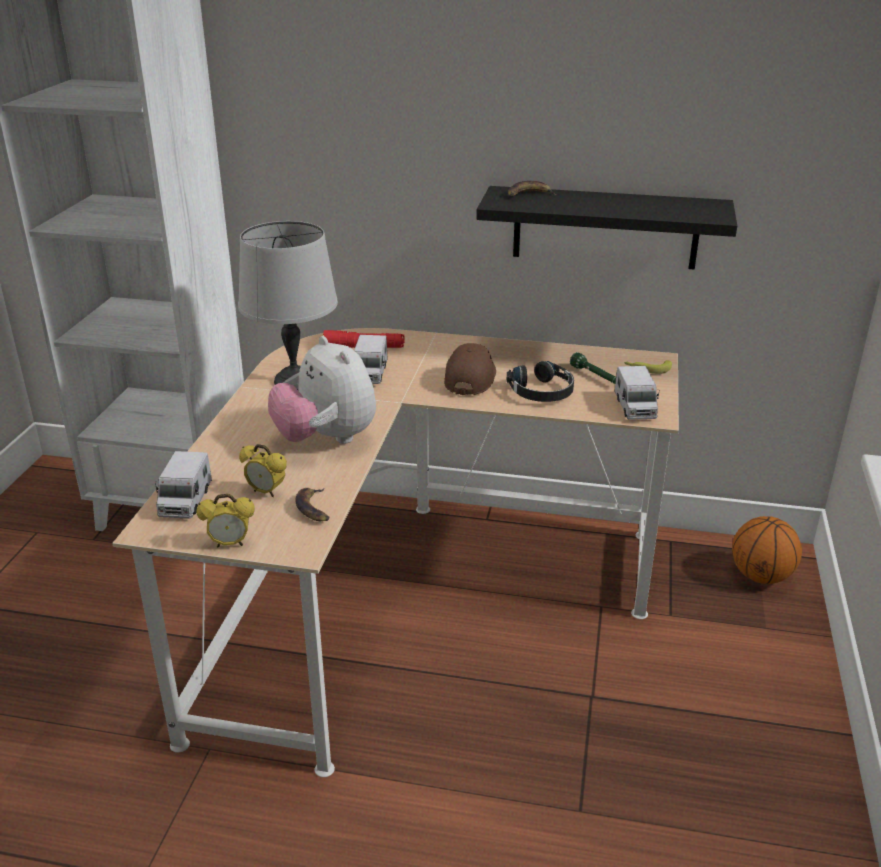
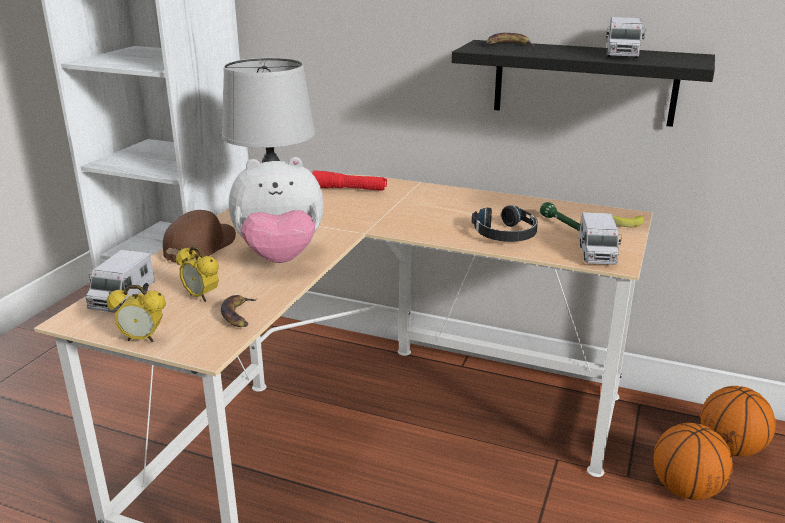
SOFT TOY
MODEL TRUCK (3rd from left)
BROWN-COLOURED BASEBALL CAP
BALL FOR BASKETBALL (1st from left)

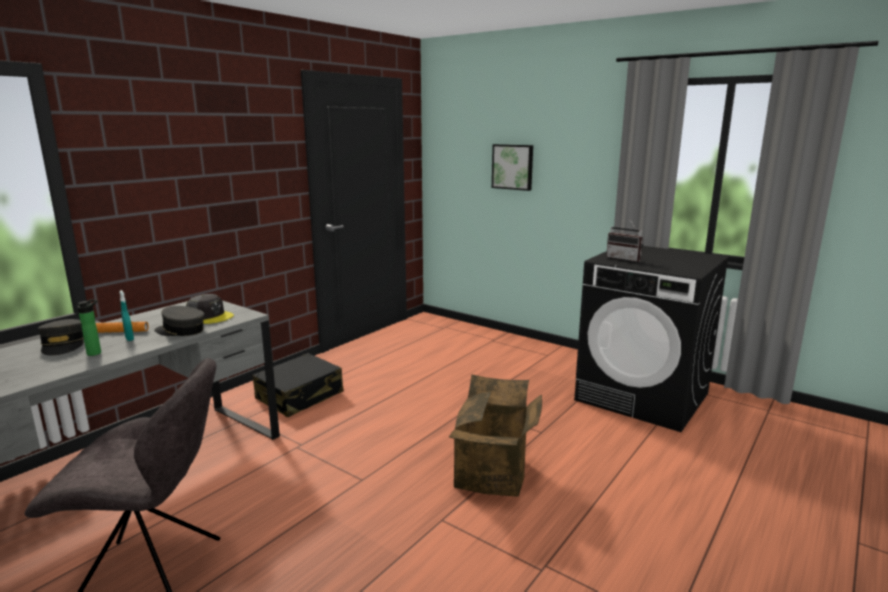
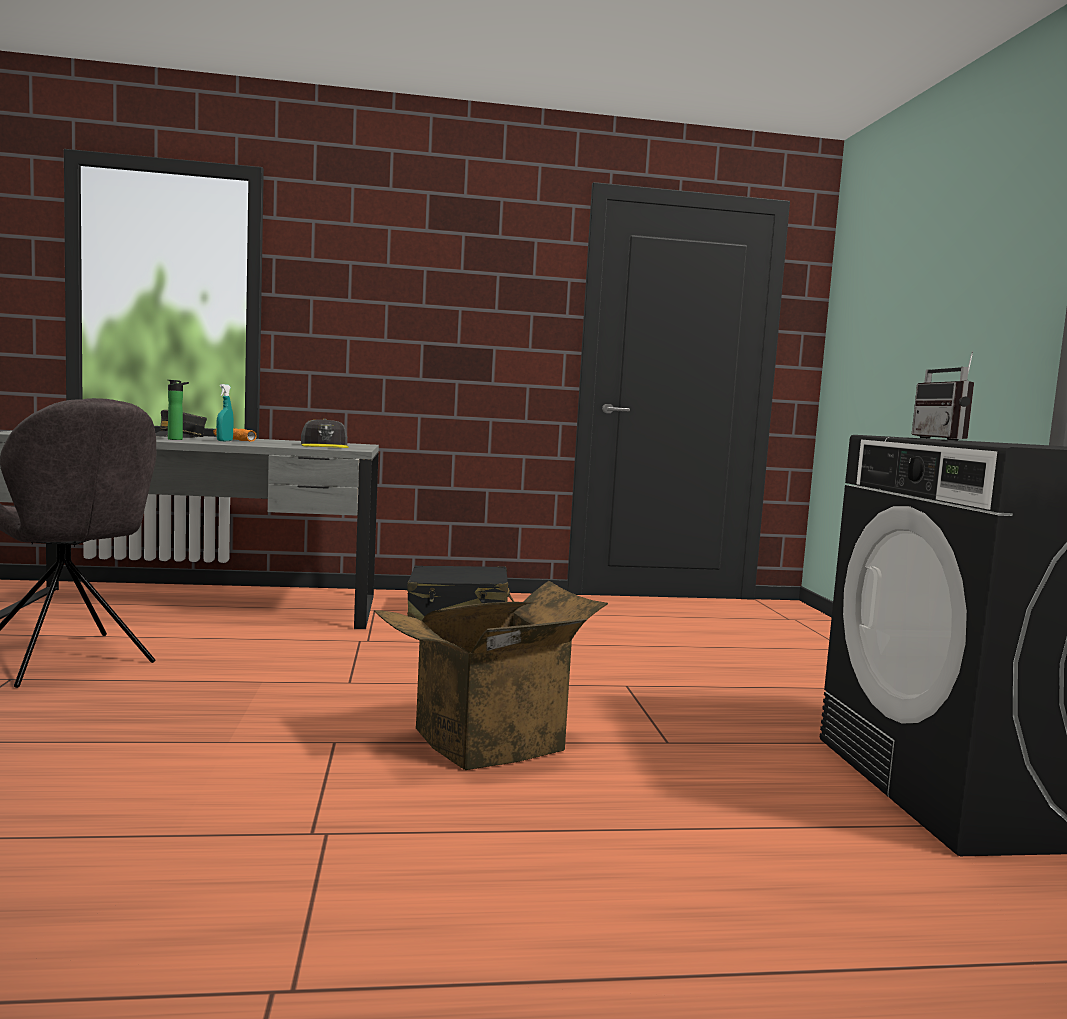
GREYISH BASEBALL CAP (2nd from left in the first image)
WALL PICTURE

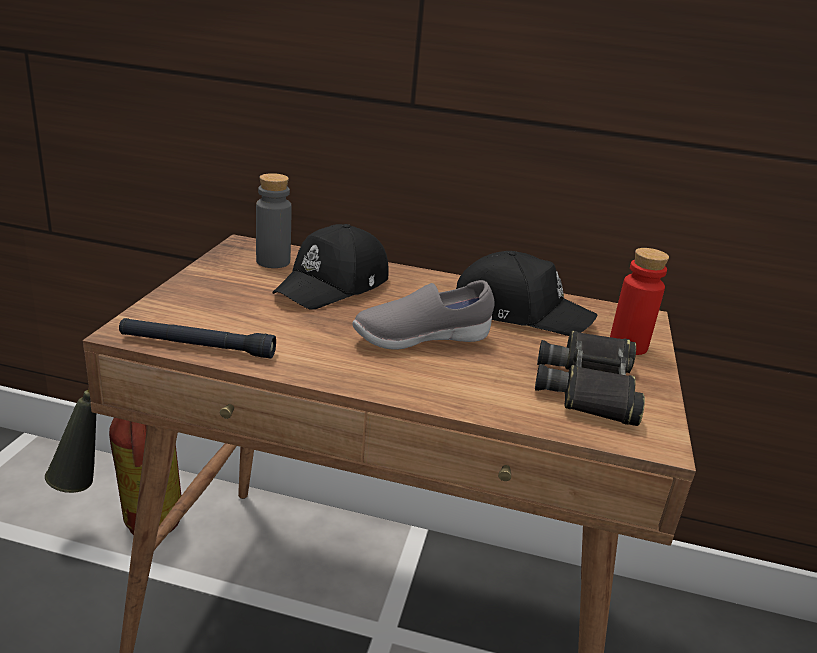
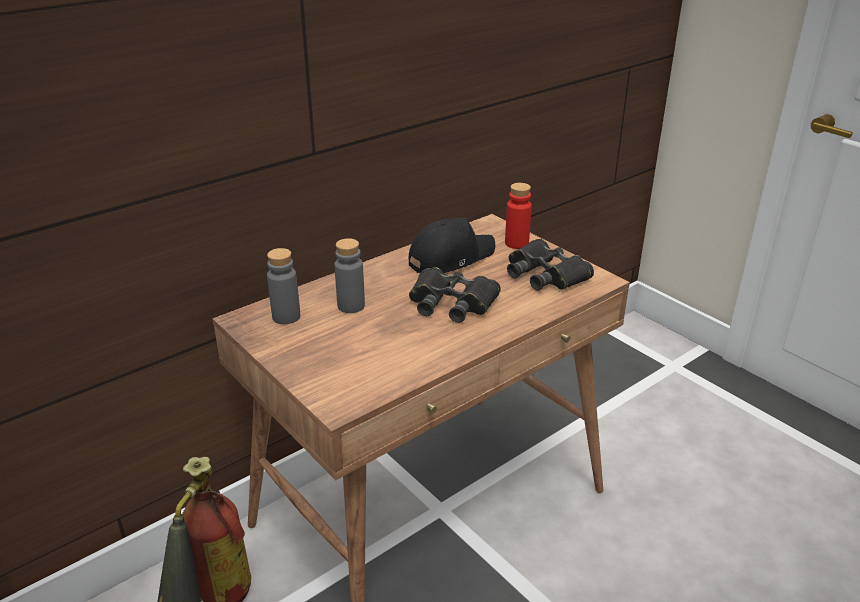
BLACK-COLOURED TORCH
GREYISH BOTTLE (2nd from left)
BLACK-COLOURED BINOCULARS (1st from left)

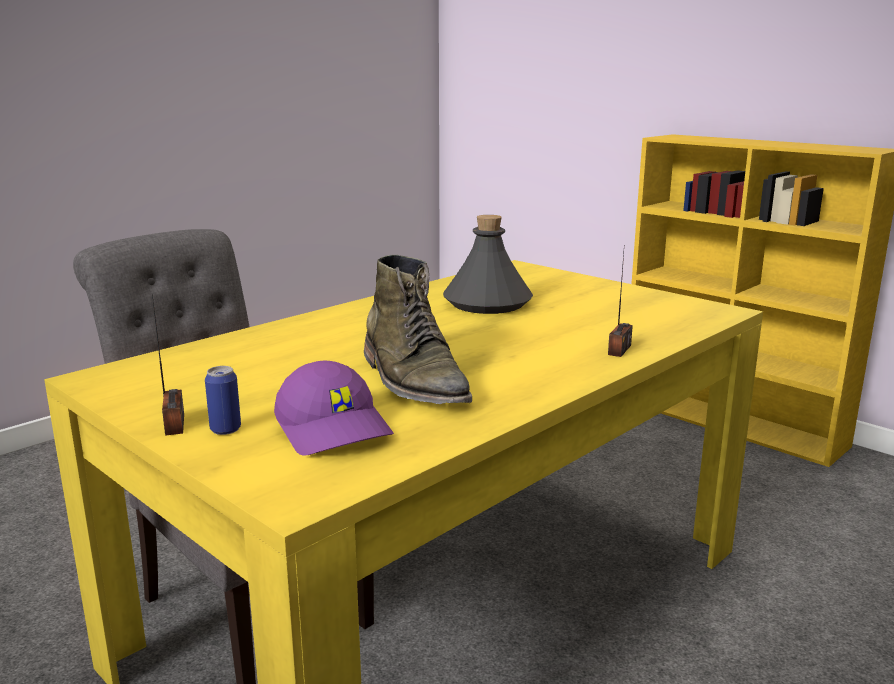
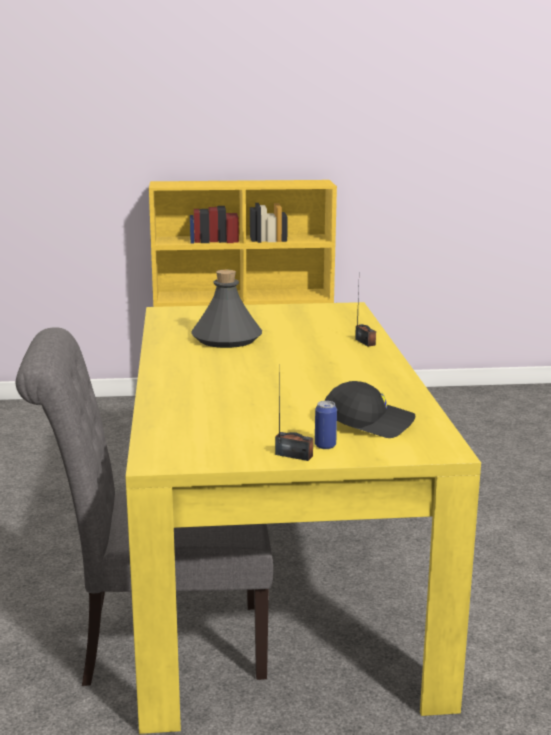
BLACK-COLOURED BASEBALL CAP
GREENISH BOOT

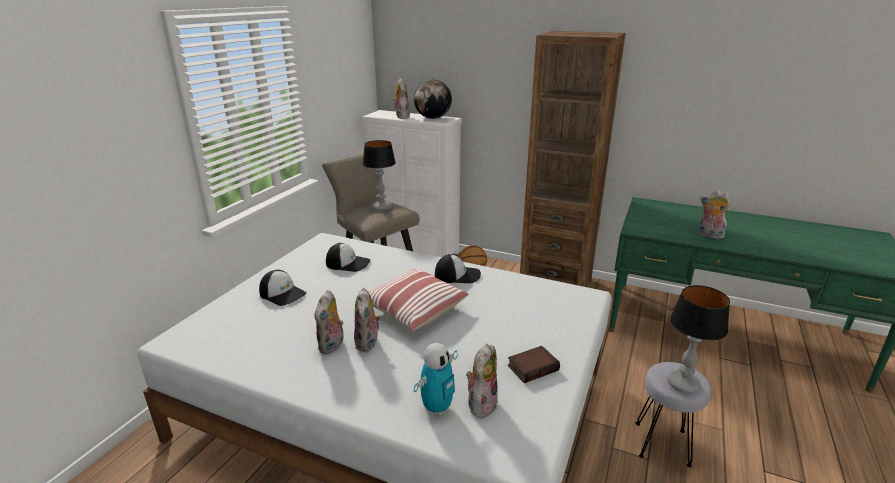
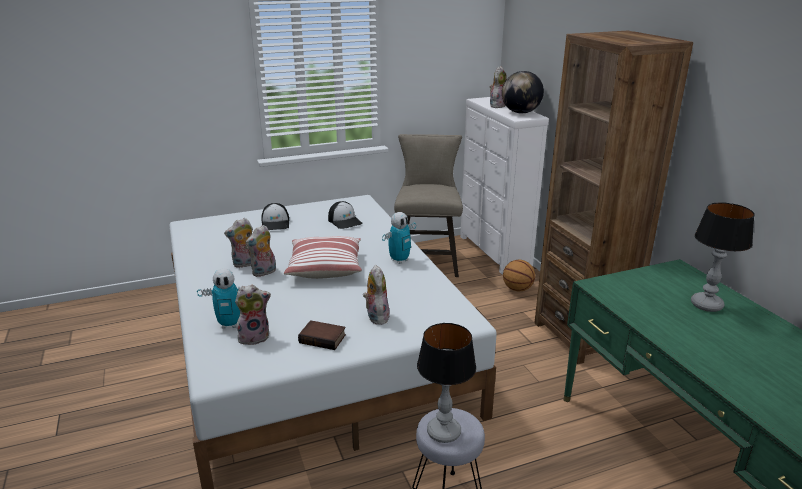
LAMP FOR A TABLE (2nd from left)
TOY ROBOT (2nd from left)
SOFT TOY (4th from left)

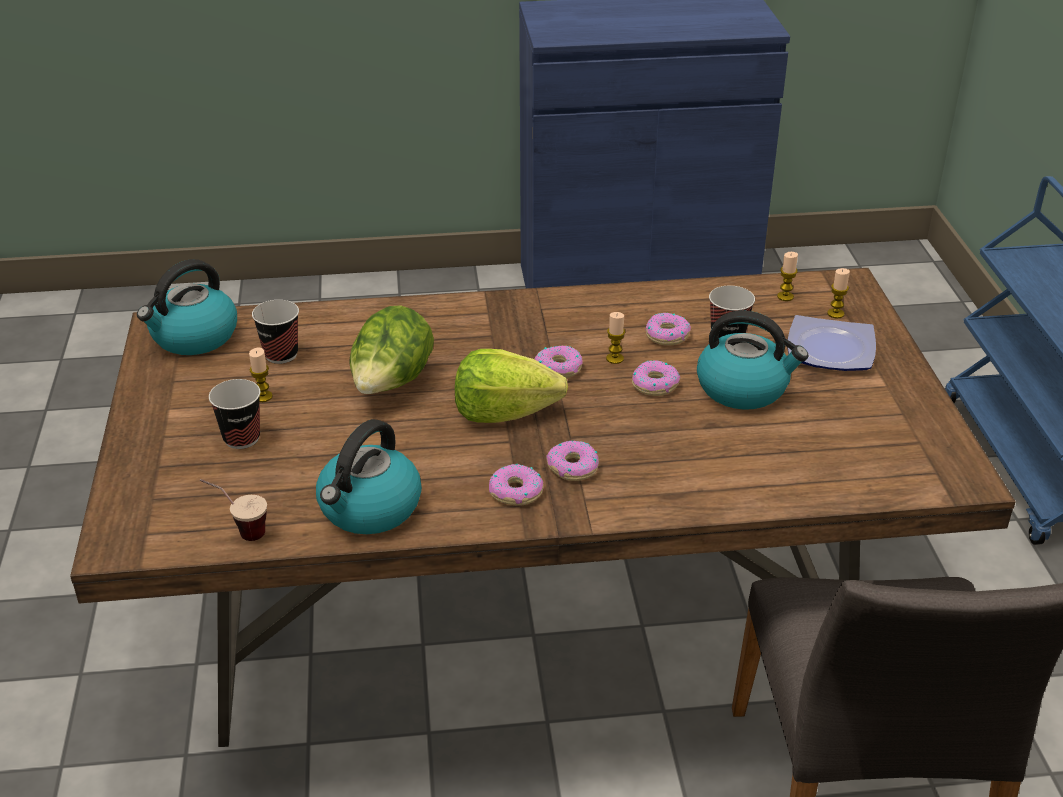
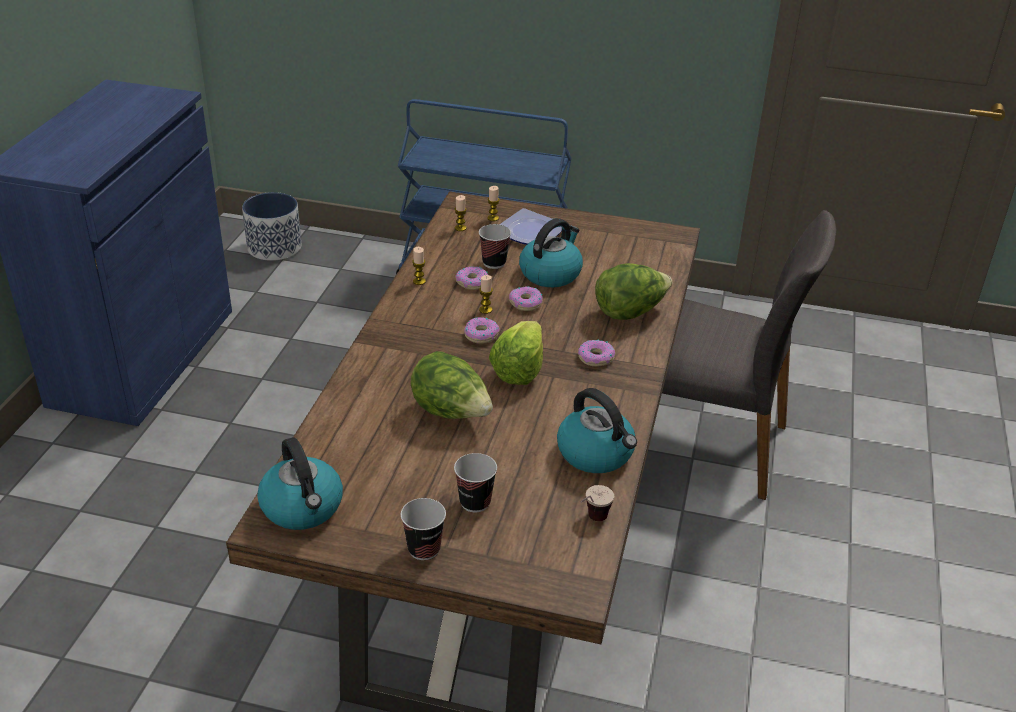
CANDLE (1st from left)
SMALL CUP (1st from left)
DONUT (1st from left in the first image)
PLANTER
LETTUCE HEAD (3rd from left)

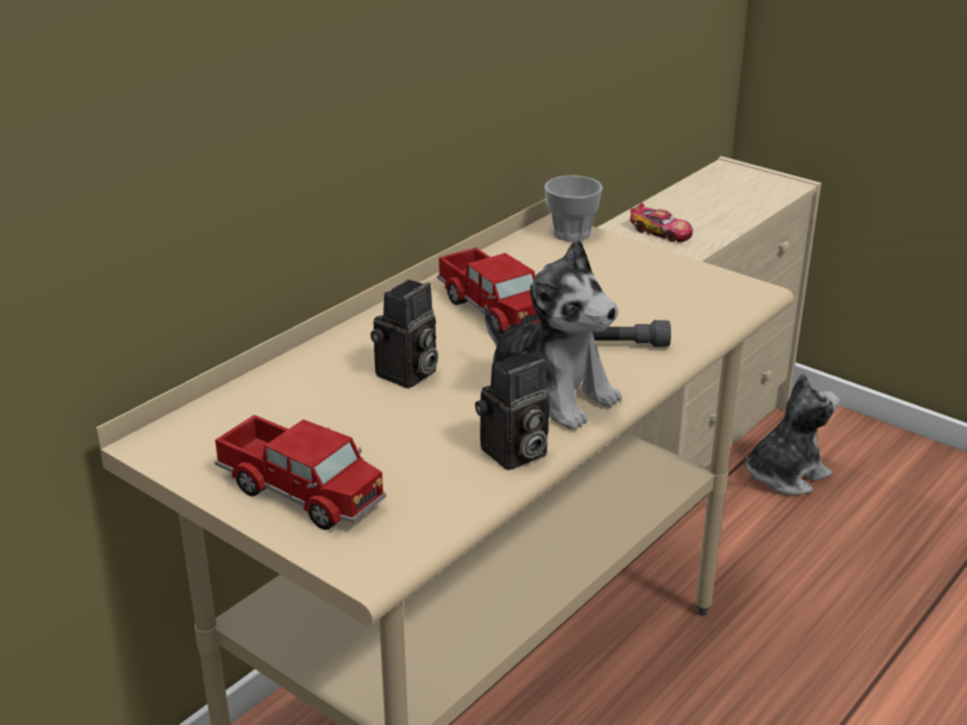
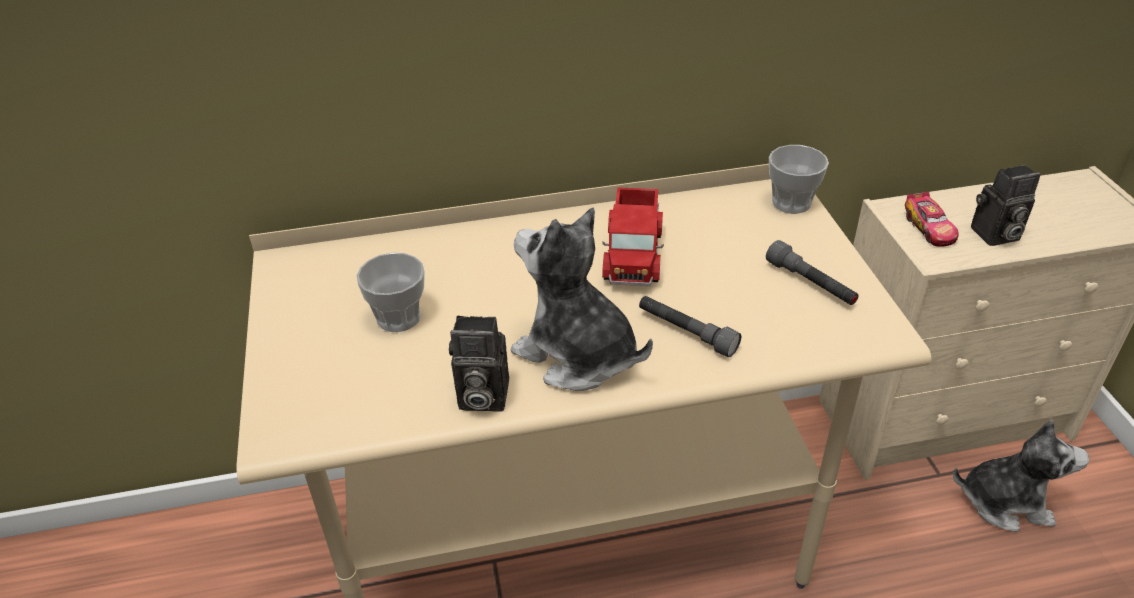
MODEL TRUCK (1st from left in the first image)
STILL CAMERA (2nd from left)
SOFT TOY (1st from left)
SMALL CUP (1st from left)
GREYISH TORCH (2nd from left)

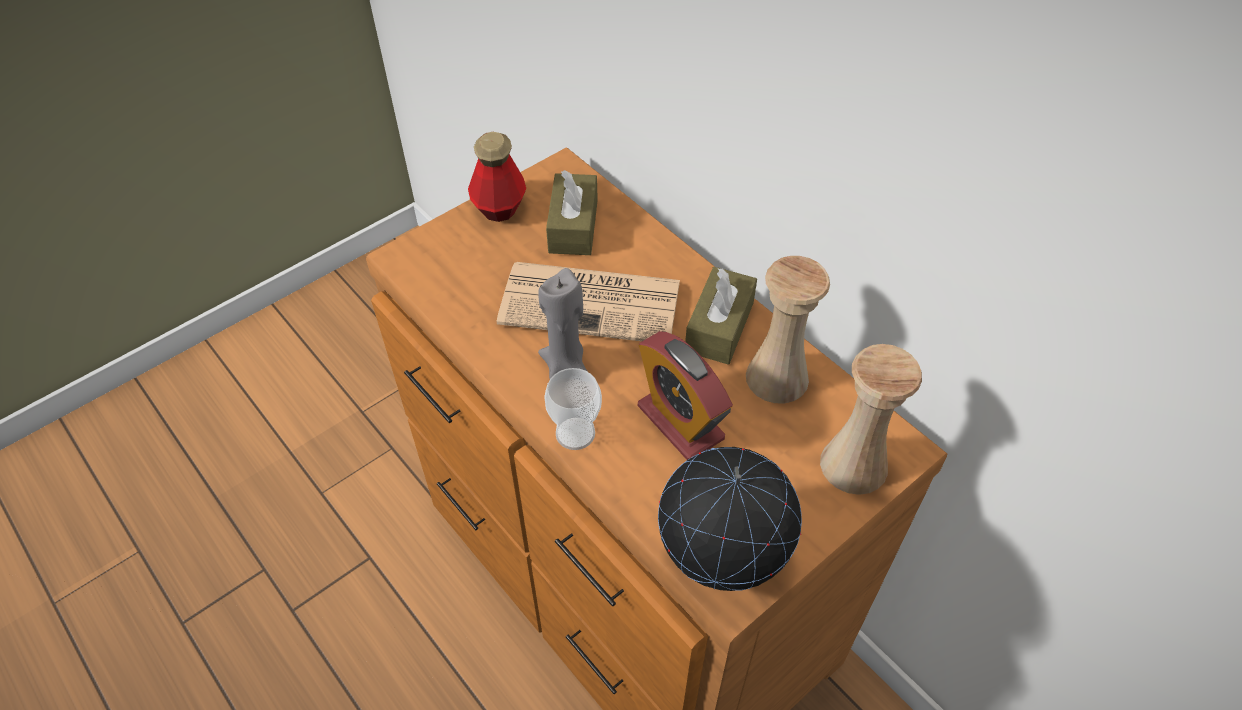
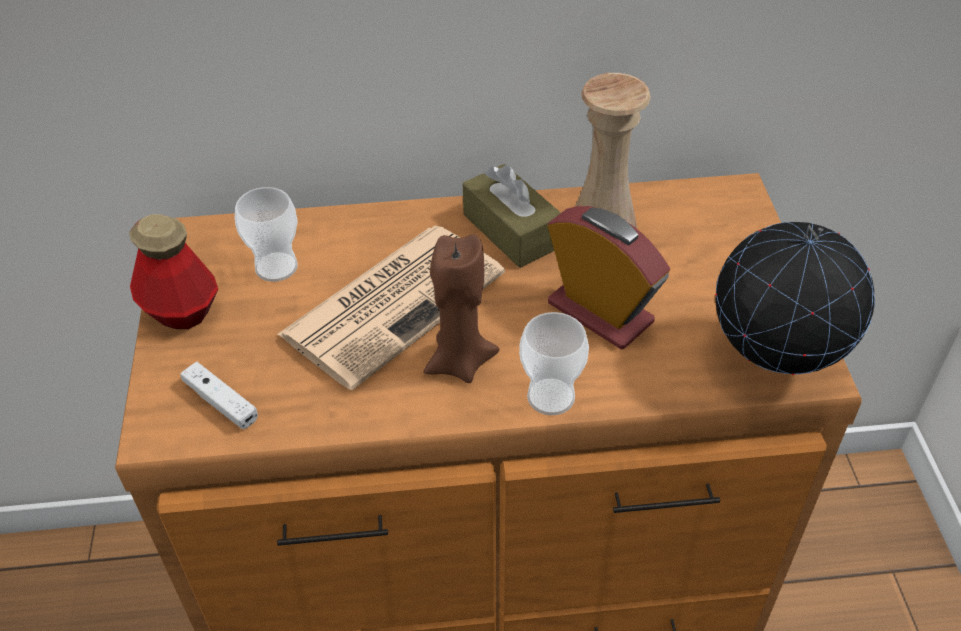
BROWN-COLOURED CANDLE
SMALL CUP (1st from left)
ALARM CLOCK
SAND-COLOURED DECORATIVE VASE (2nd from left in the first image)
WHITE GAME CONTROLLER

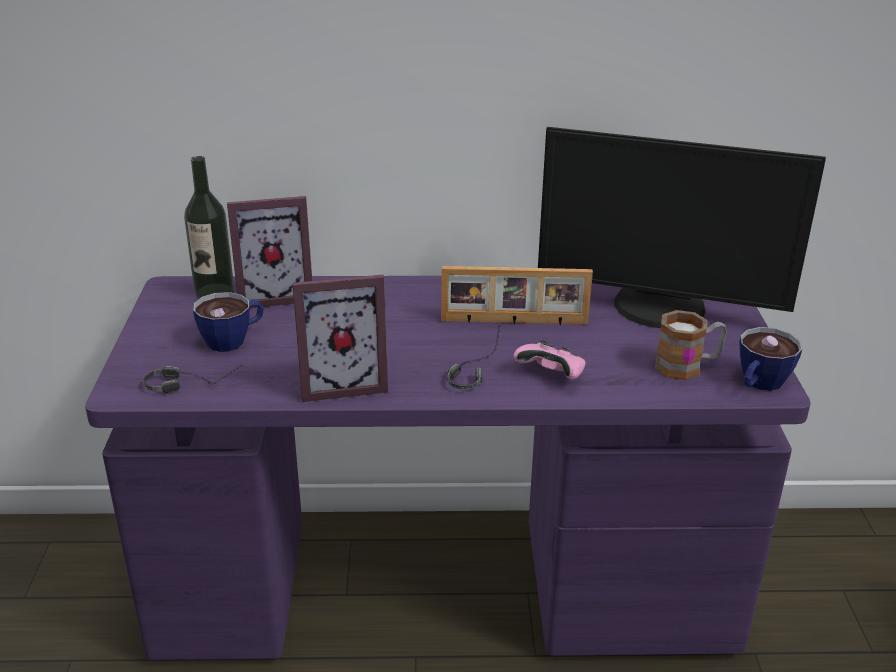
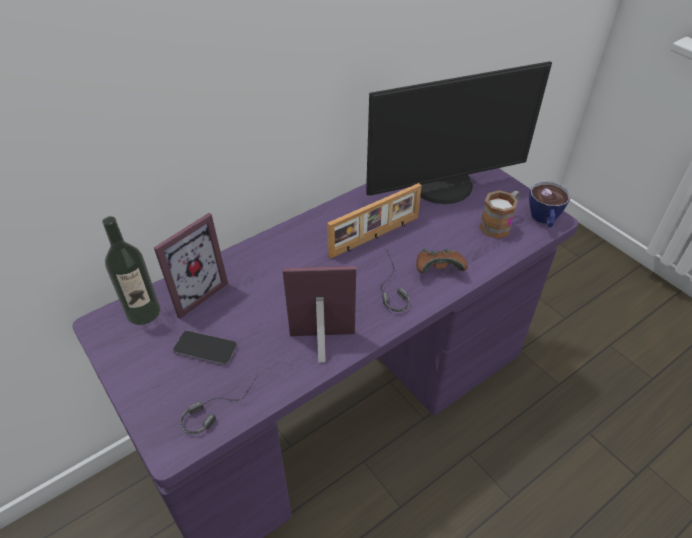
PHONE
PICTURE FRAME (2nd from left)
BROWN-COLOURED GAME CONTROLLER

